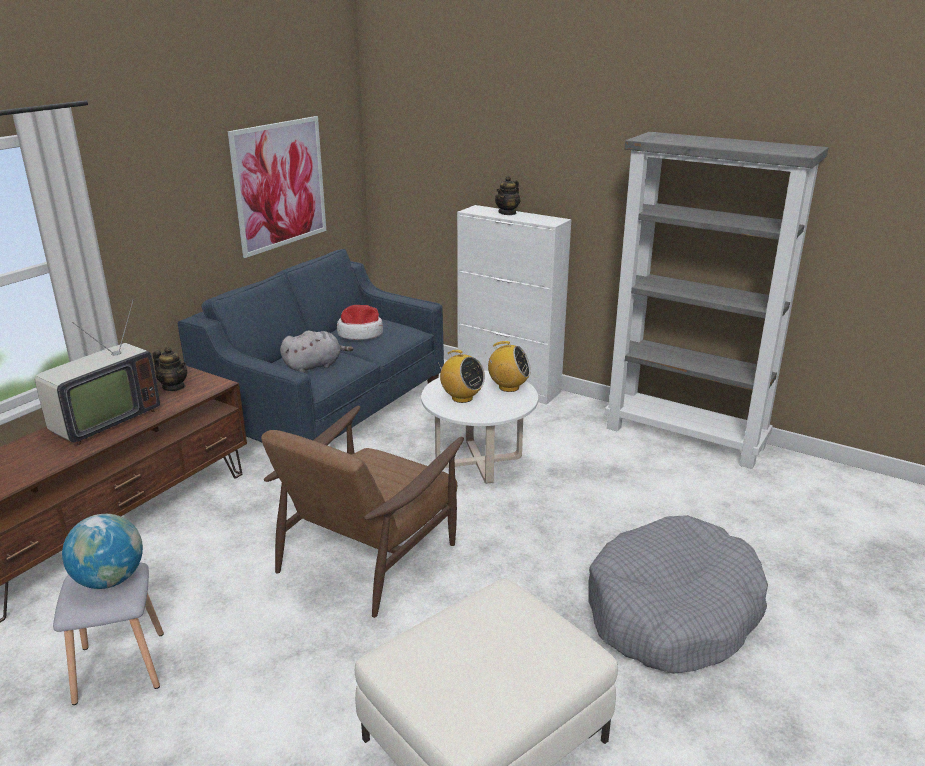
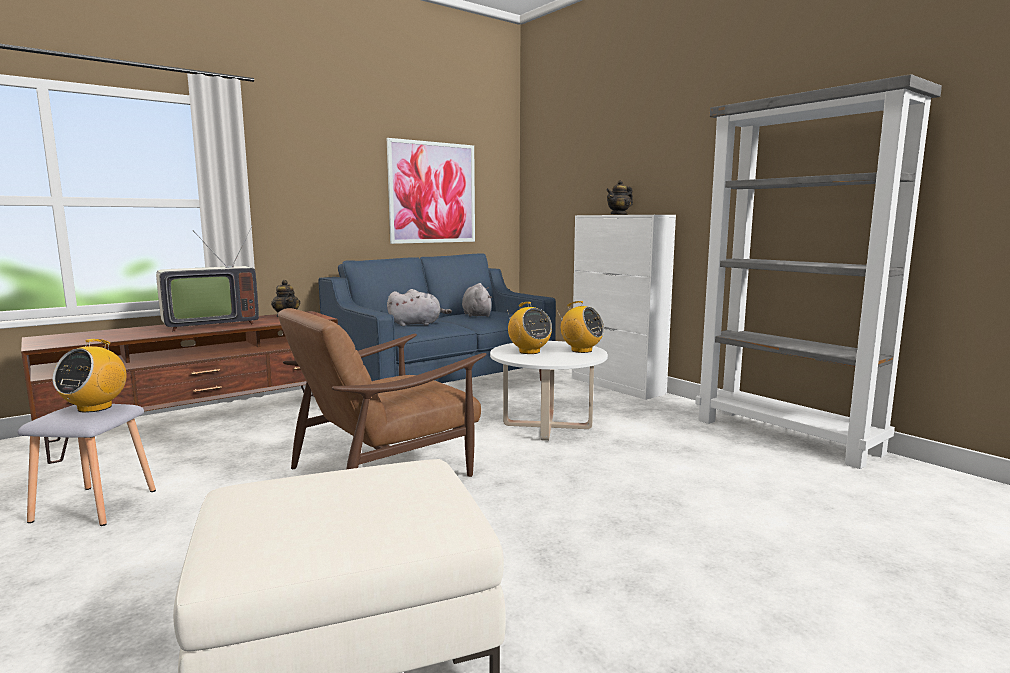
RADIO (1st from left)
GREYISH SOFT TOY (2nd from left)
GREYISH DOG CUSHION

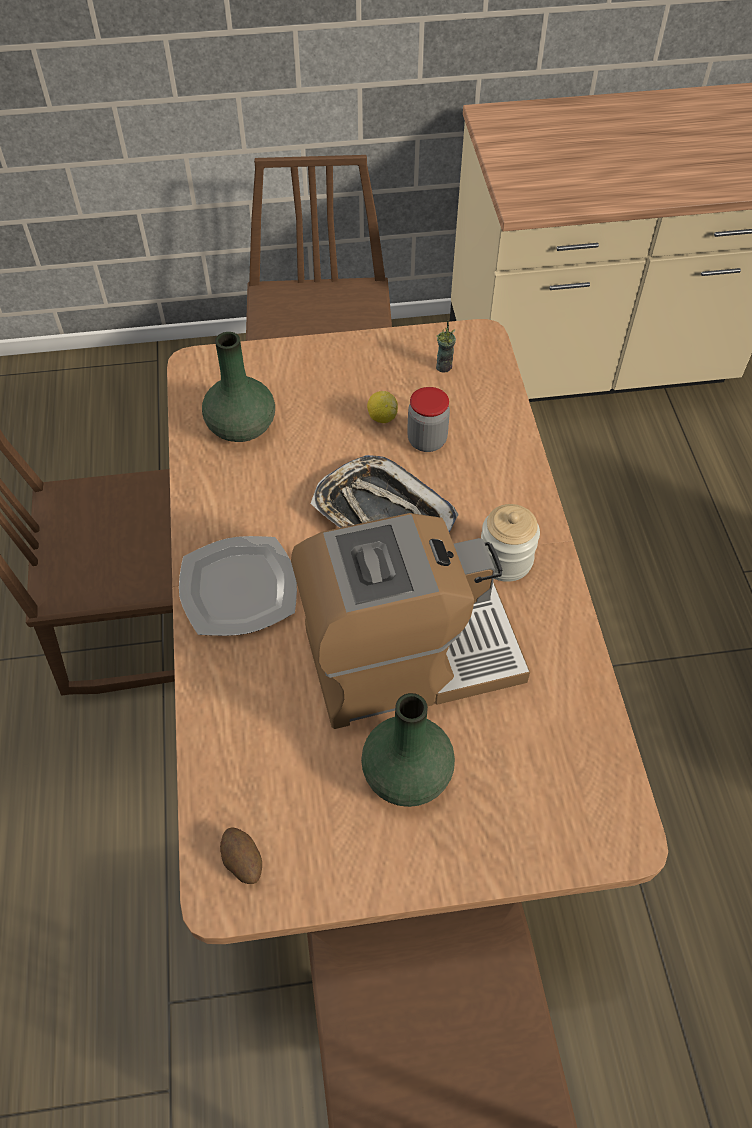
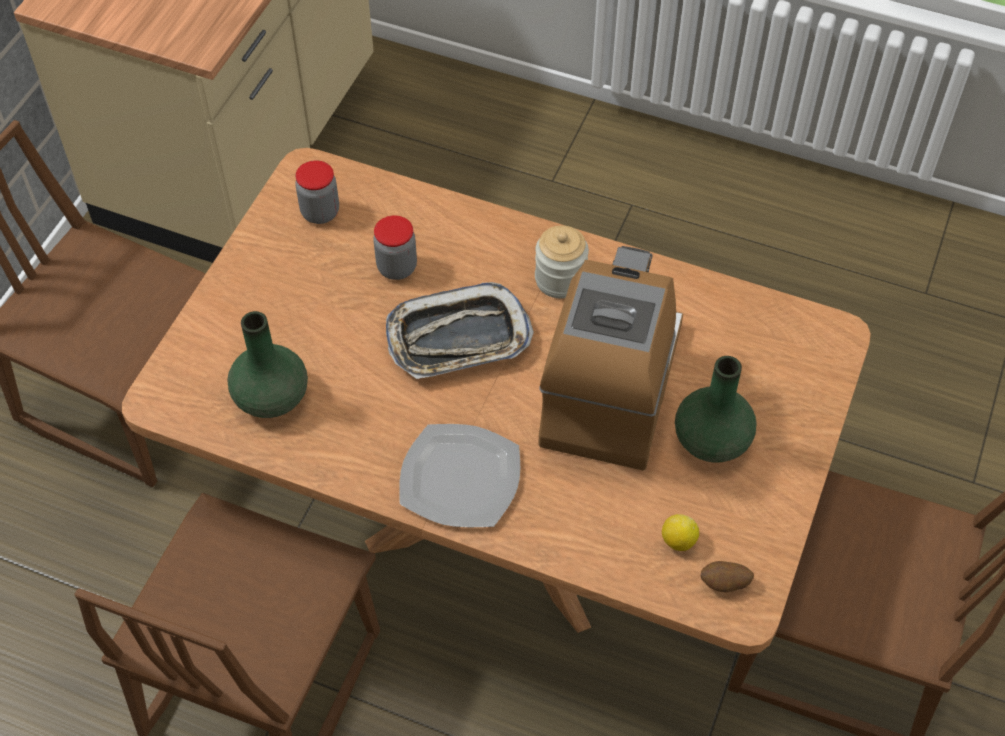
CITRUS FRUIT
PRESERVE JAR (1st from left)

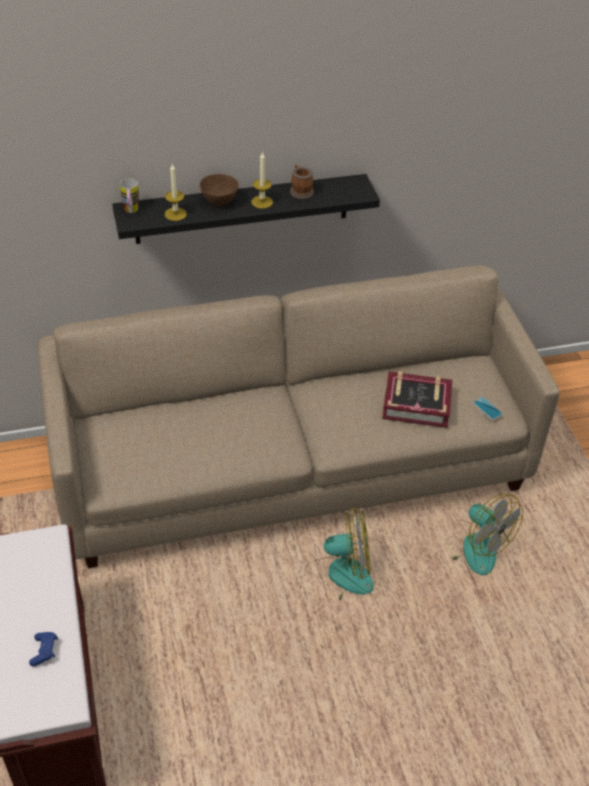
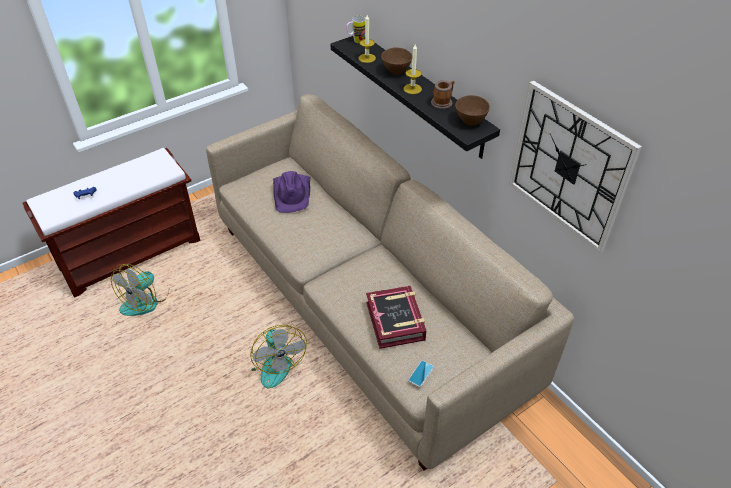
FAN (1st from left)
PURPLISH WEARABLE HAT
BROWN-COLOURED BOWL (2nd from left)
HANGING CLOCK

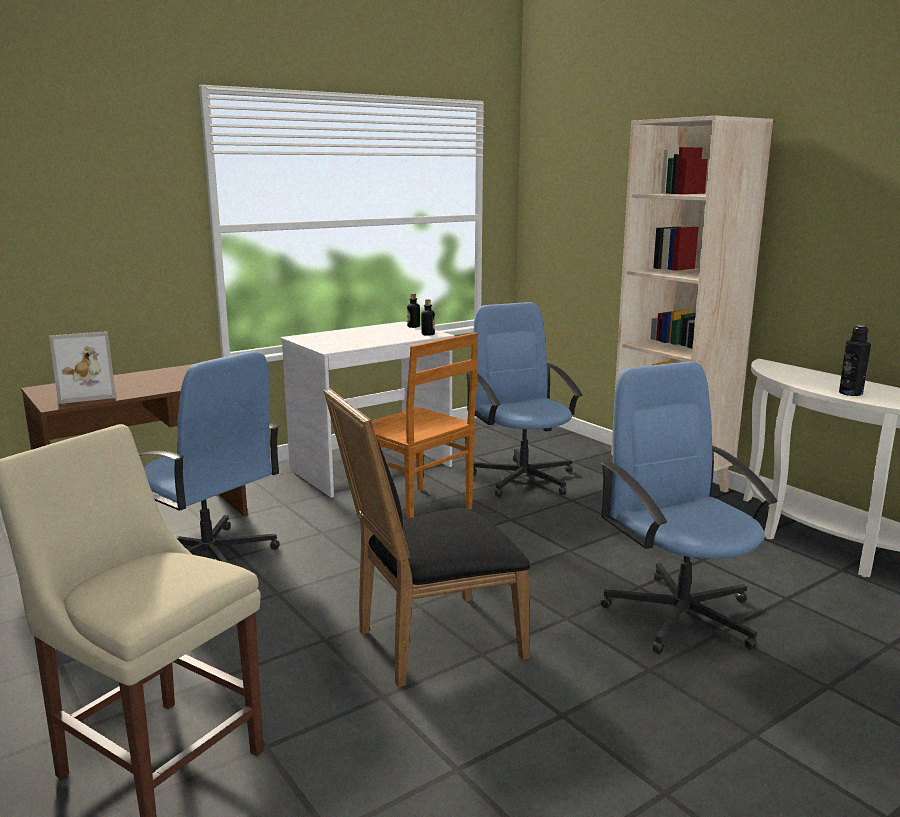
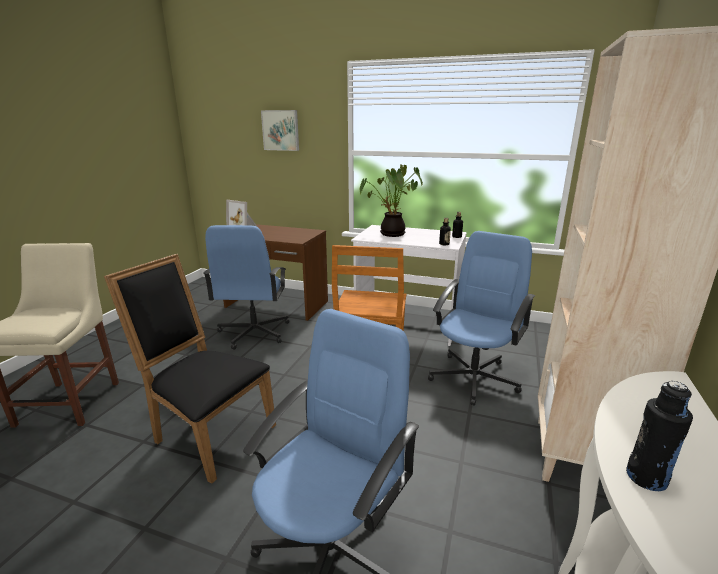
WALL PICTURE
PLANT IN A POT

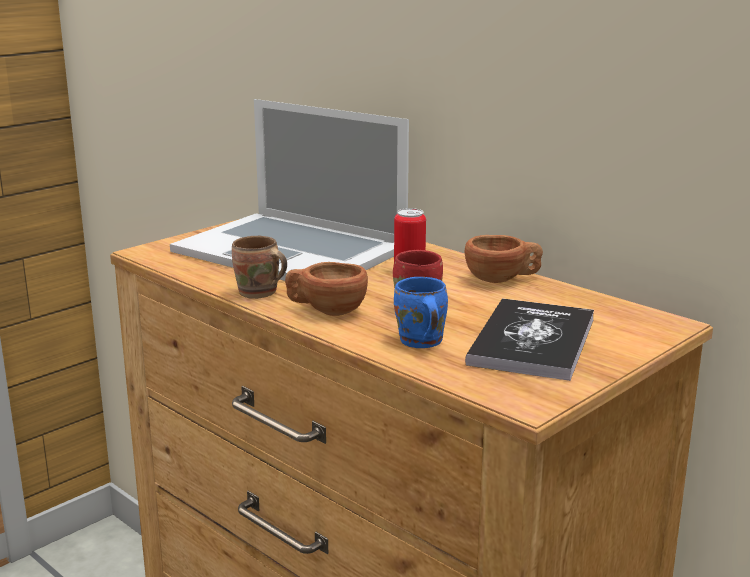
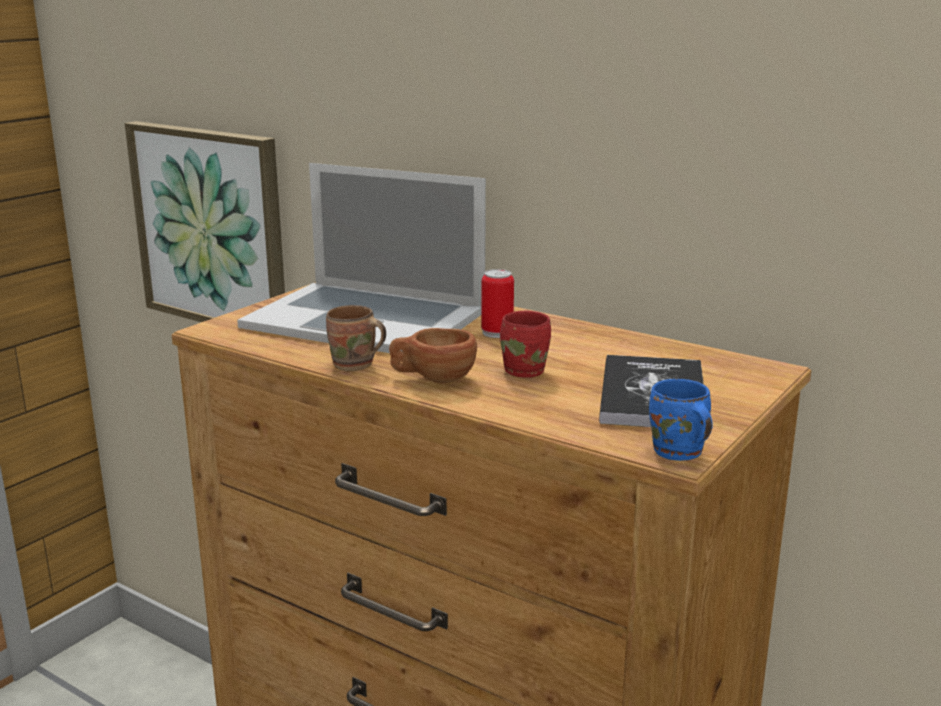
BLUE MUG
BROWN-COLOURED SMALL CUP (2nd from left in the first image)
WALL PICTURE

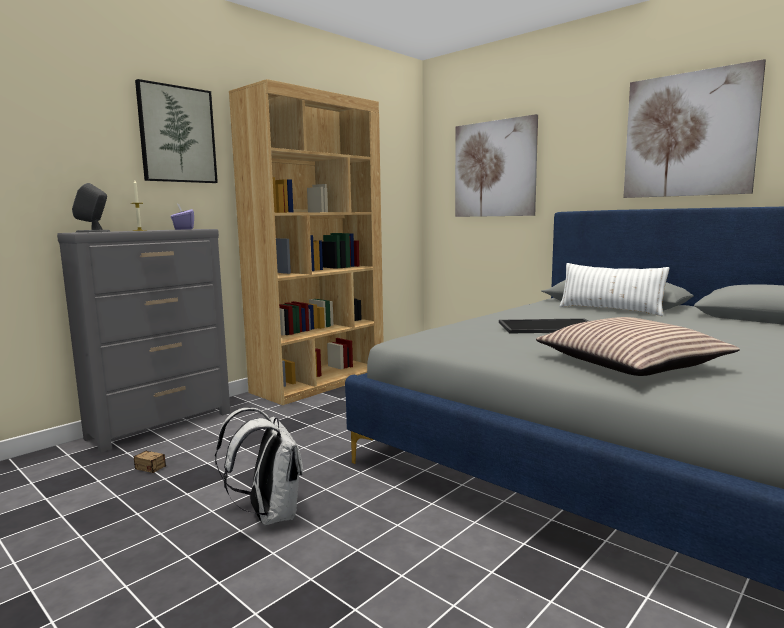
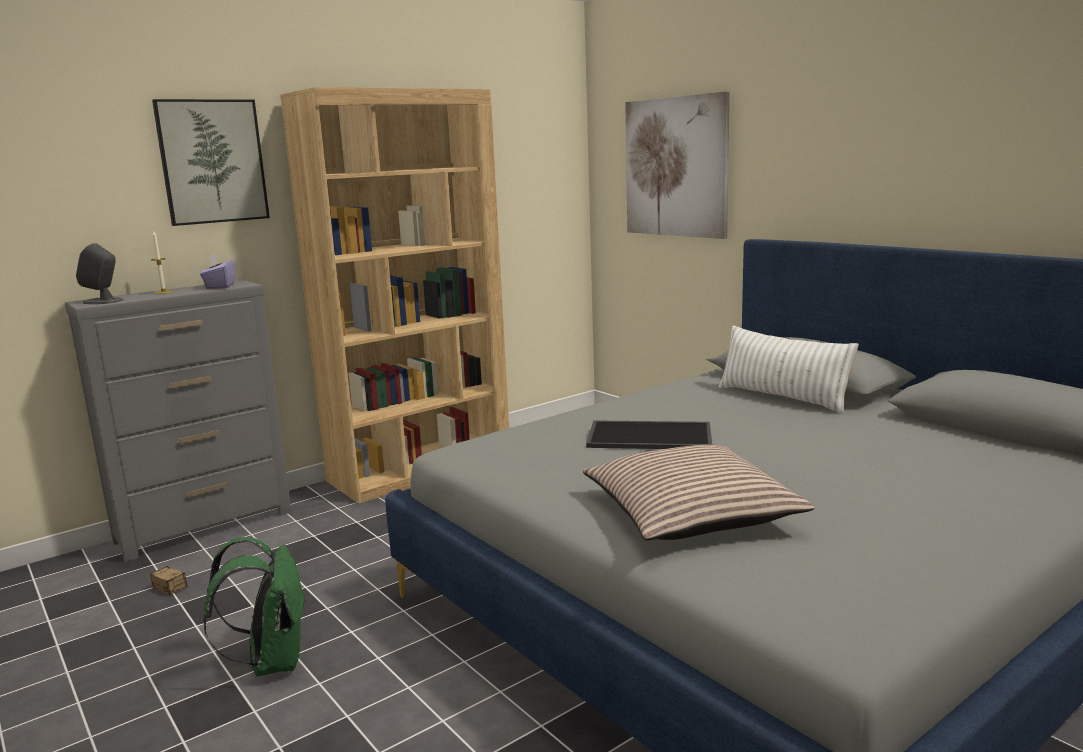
GREENISH KNAPSACK
WALL PICTURE (3rd from left in the first image)

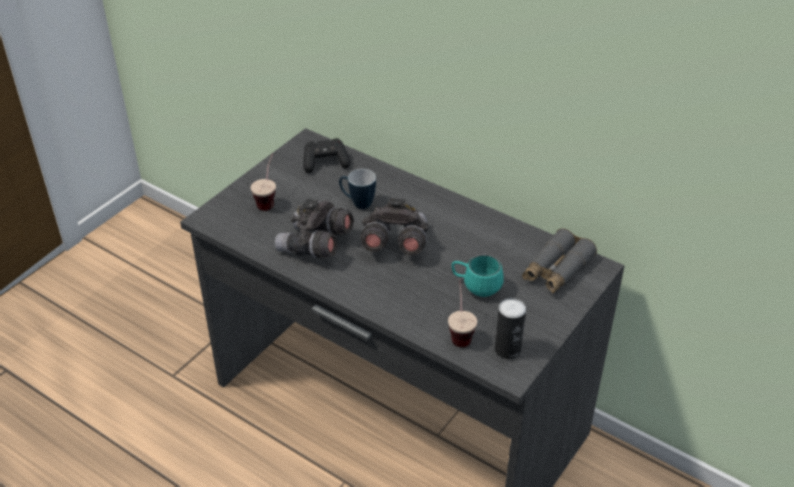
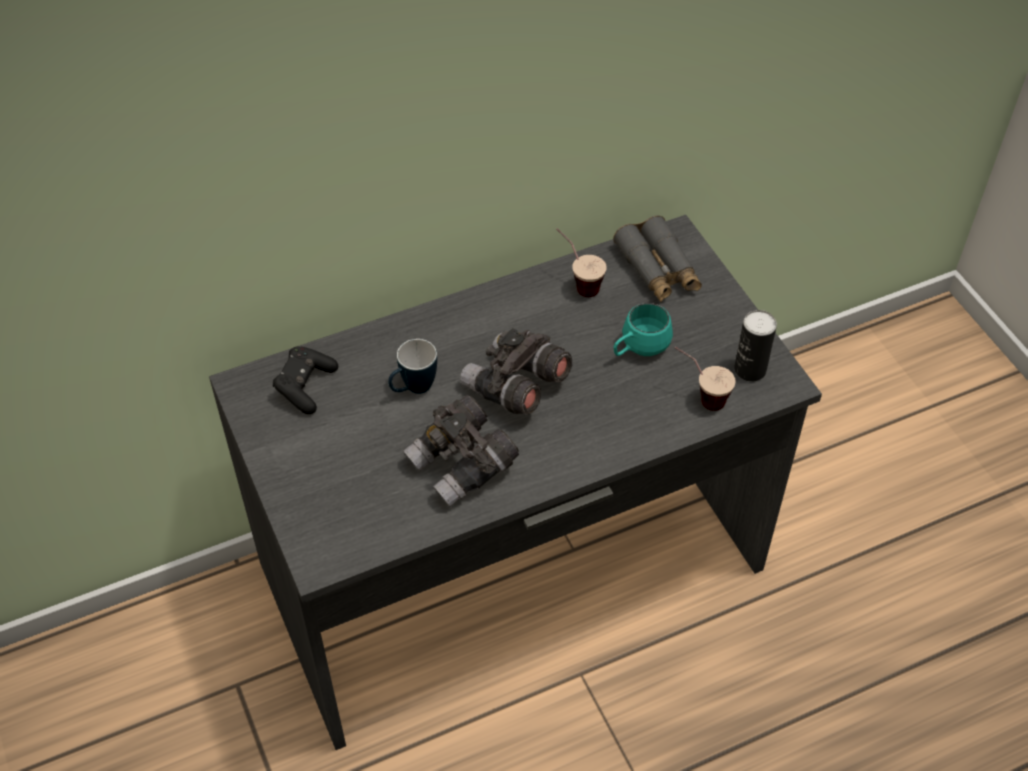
SMALL CUP (1st from left)

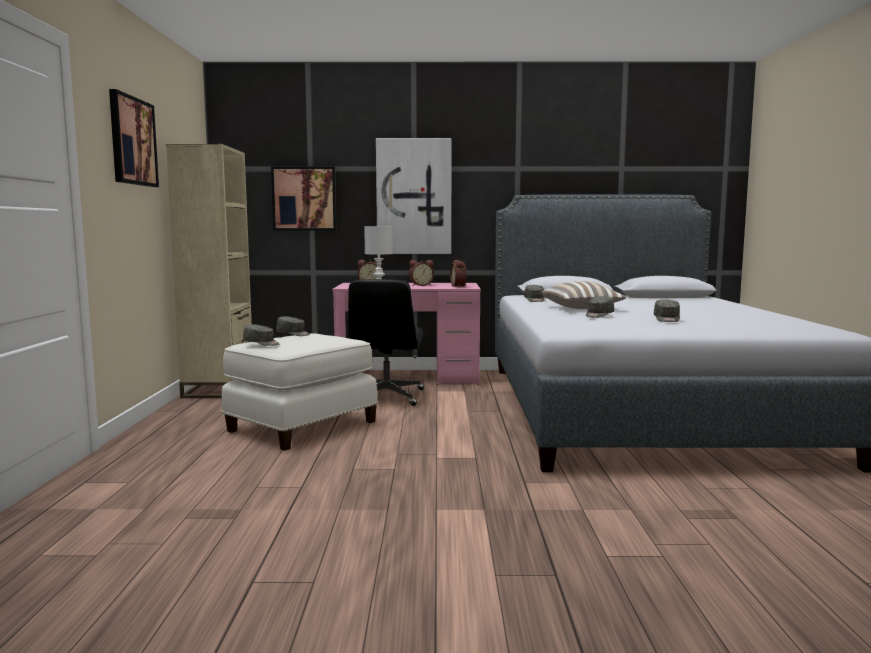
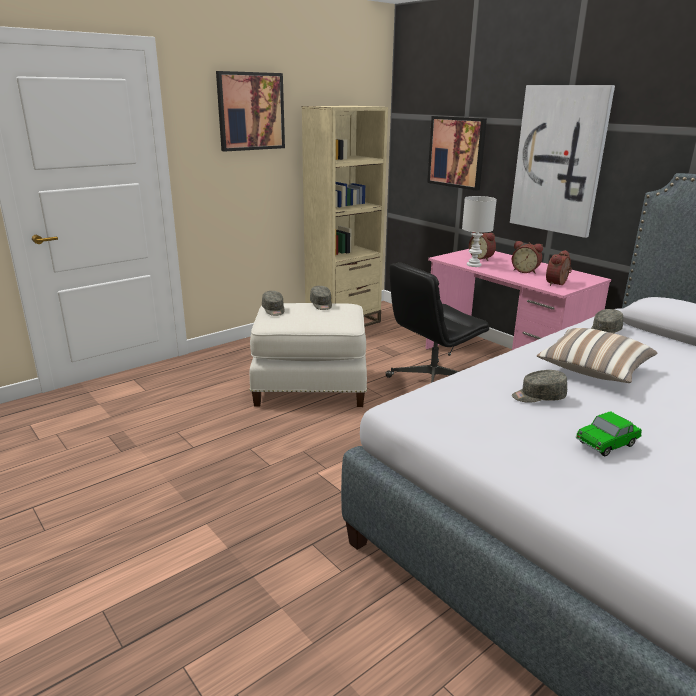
MINIATURE CAR

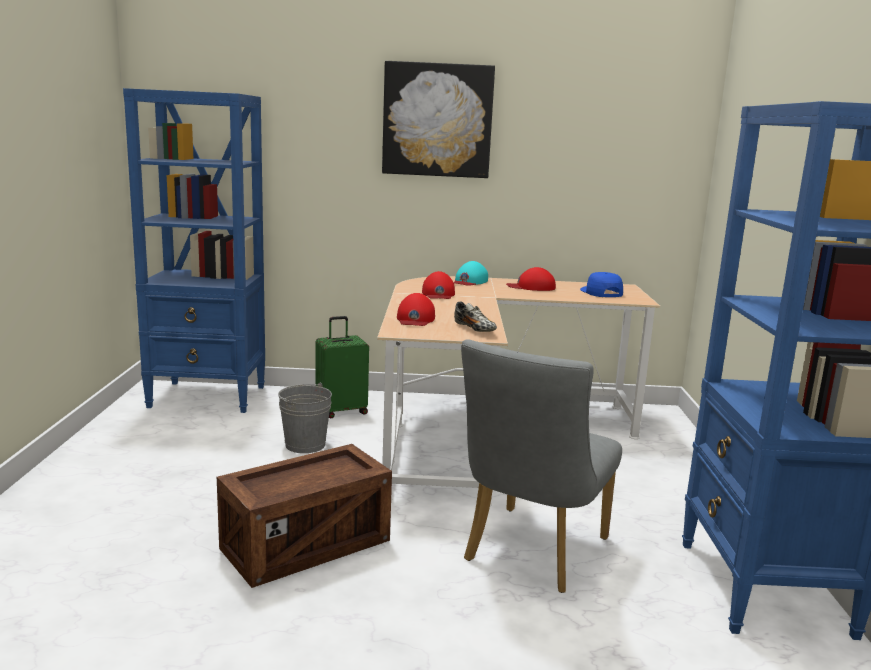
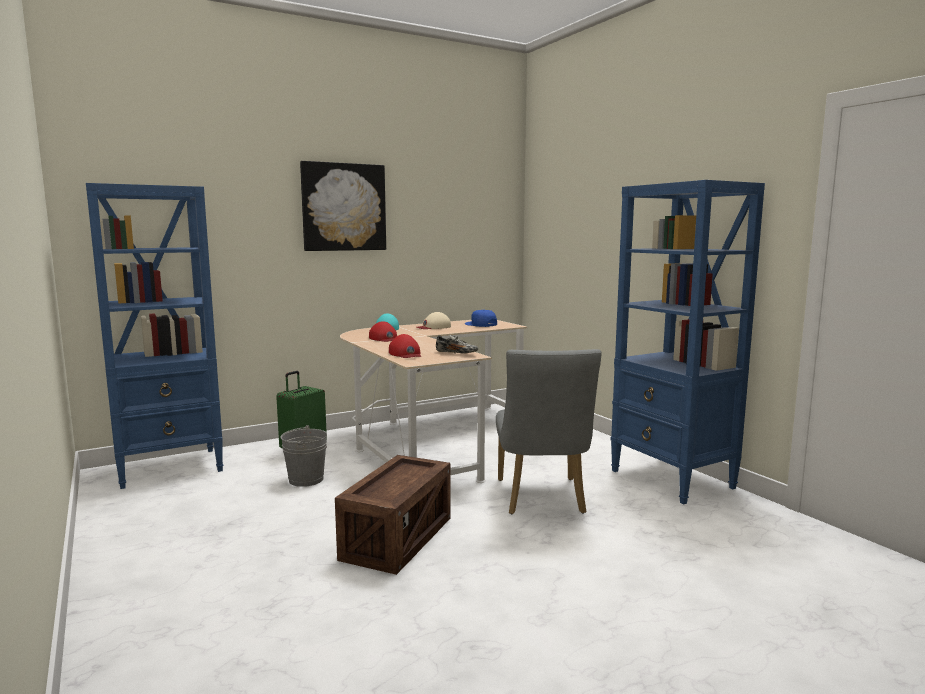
SAND-COLOURED BASEBALL CAP

